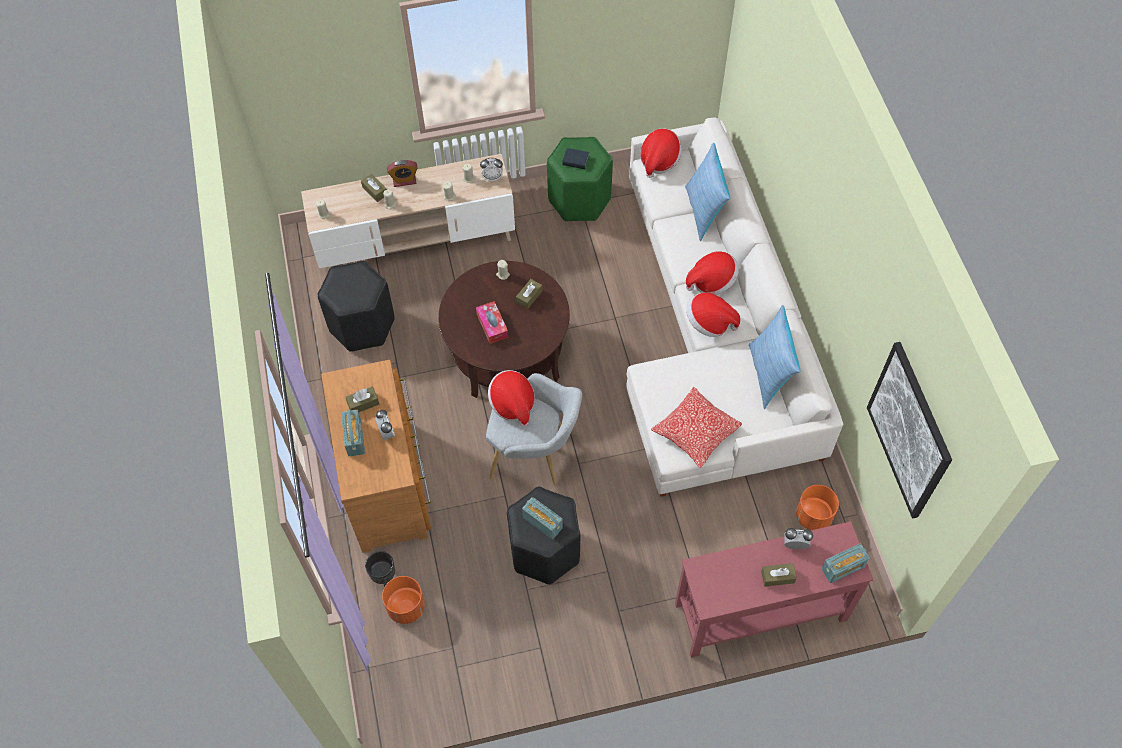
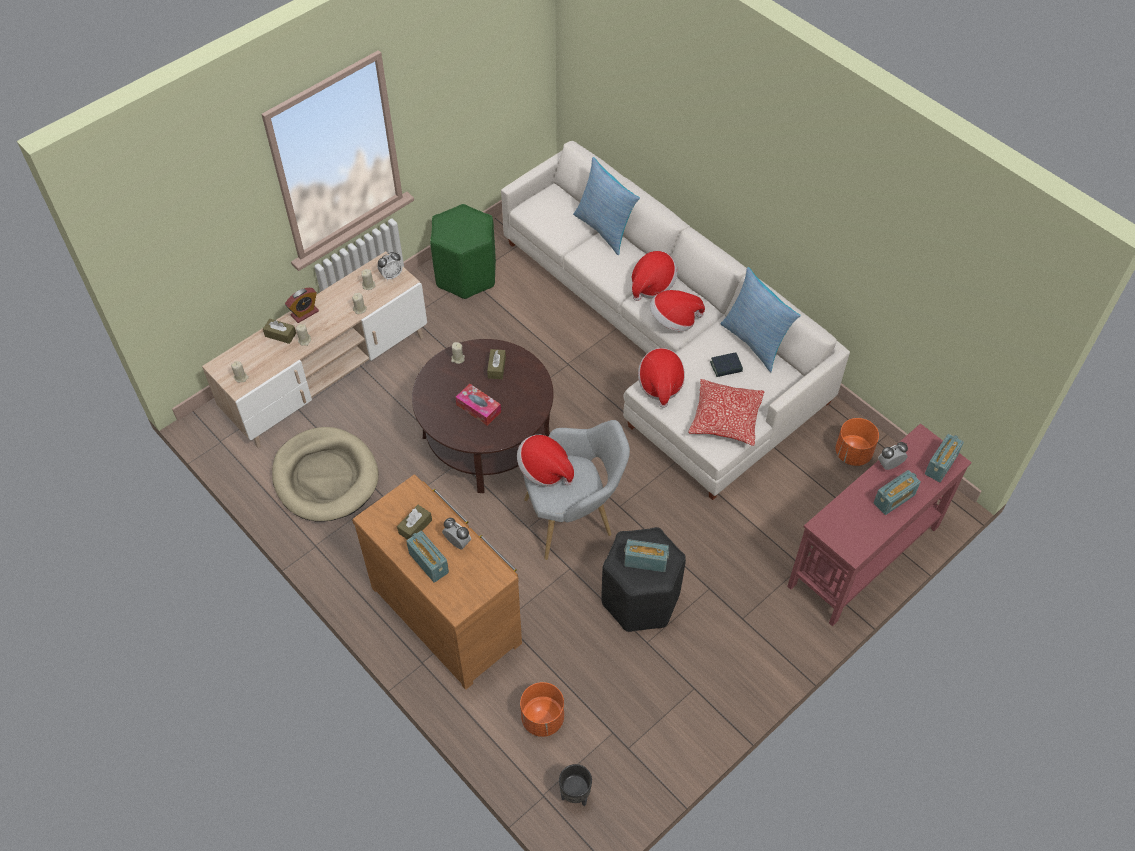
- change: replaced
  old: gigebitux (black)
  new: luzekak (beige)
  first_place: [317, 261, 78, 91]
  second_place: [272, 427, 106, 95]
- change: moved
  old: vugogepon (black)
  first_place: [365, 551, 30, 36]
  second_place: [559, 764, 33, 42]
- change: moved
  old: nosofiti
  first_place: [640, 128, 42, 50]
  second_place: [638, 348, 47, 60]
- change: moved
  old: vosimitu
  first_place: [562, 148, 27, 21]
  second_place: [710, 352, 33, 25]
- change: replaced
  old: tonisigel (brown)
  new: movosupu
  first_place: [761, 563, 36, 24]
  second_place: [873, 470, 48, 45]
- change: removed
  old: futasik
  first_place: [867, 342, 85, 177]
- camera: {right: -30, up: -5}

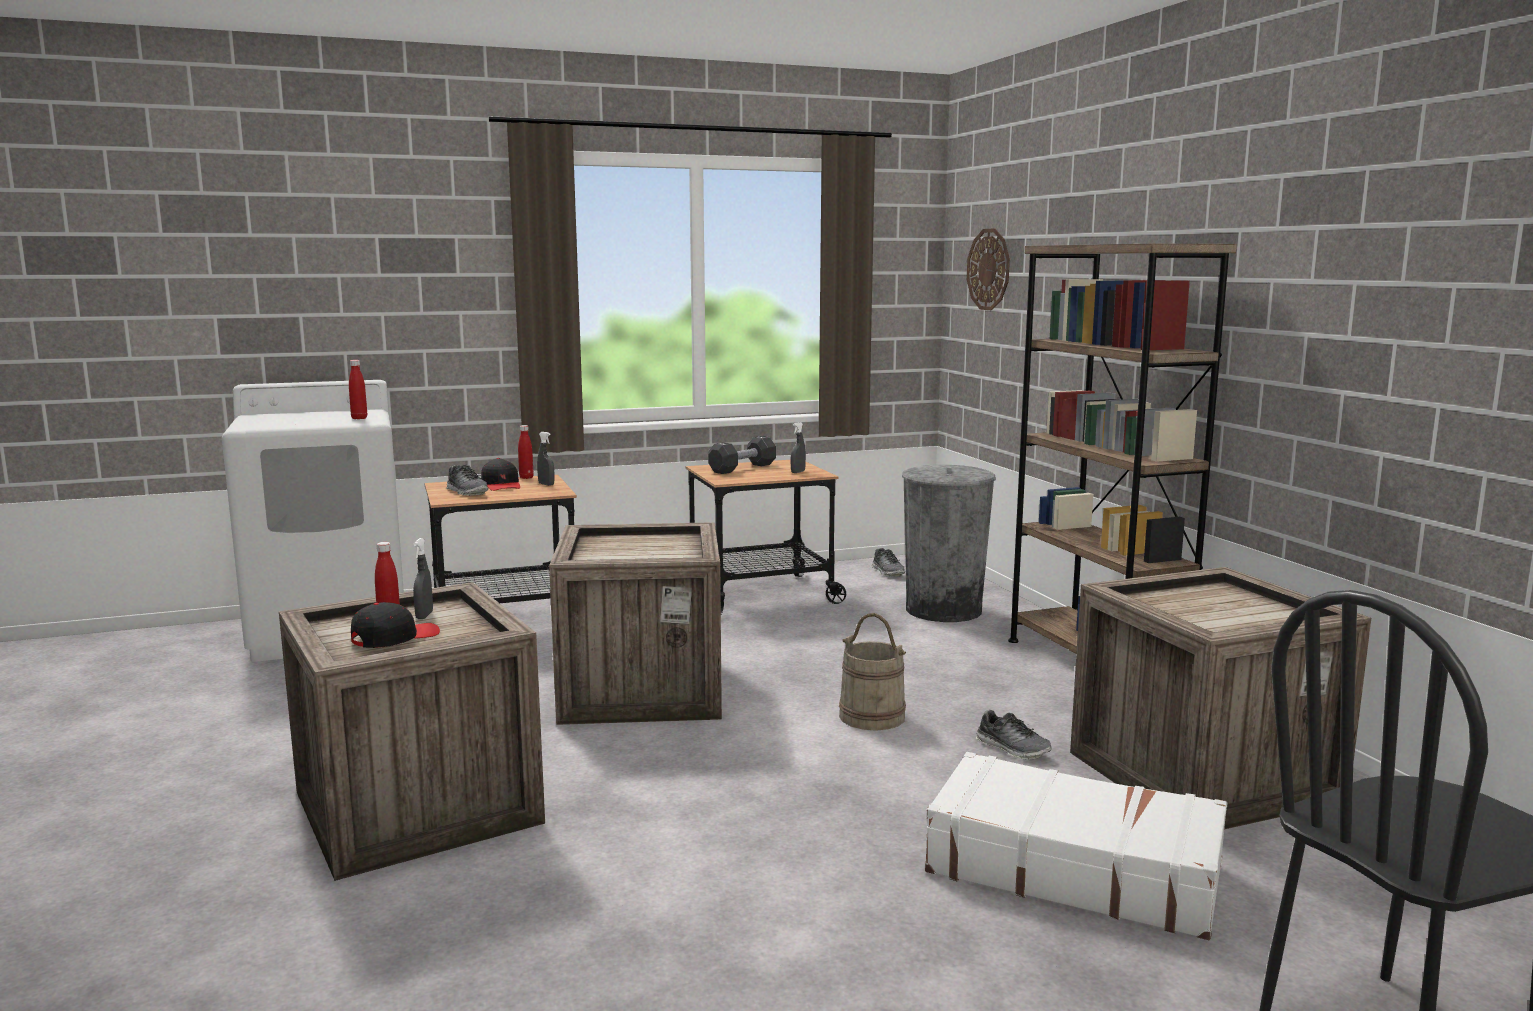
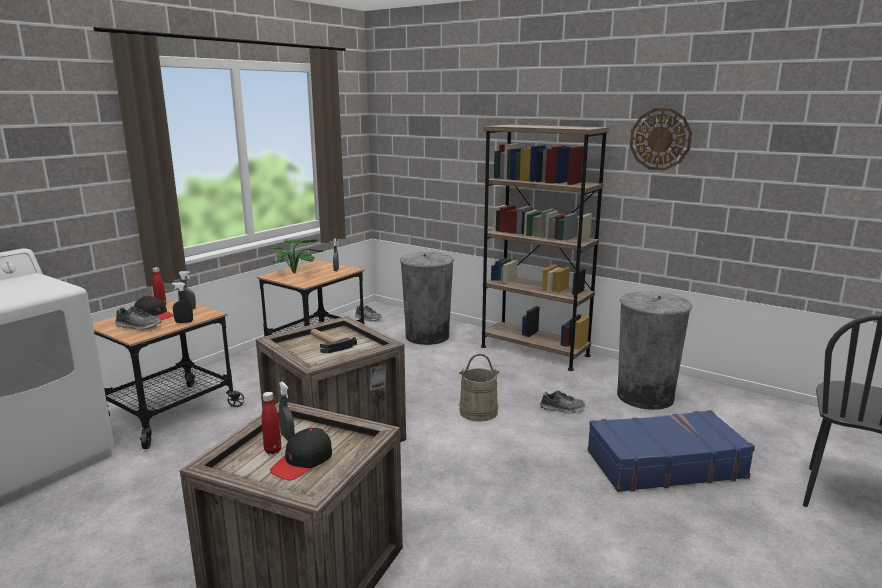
- change: added
  new: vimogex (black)
  second_place: [172, 282, 21, 41]
- change: replaced
  old: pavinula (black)
  new: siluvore
  first_place: [708, 436, 68, 38]
  second_place: [269, 239, 55, 34]
- change: turned
  old: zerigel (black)
  first_place: [351, 602, 89, 46]
  second_place: [270, 428, 62, 52]
  degrees: -150
- change: added
  new: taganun
  second_place: [310, 329, 47, 24]
- change: recoloured
  old: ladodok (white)
  new: ladodok (blue)
  first_place: [925, 752, 302, 188]
  second_place: [587, 410, 168, 82]
- change: replaced
  old: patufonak
  new: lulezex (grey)
  first_place: [1070, 567, 301, 262]
  second_place: [617, 291, 75, 119]
- change: moved
  old: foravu
  first_place: [967, 228, 43, 82]
  second_place: [630, 108, 62, 63]
- change: removed
  old: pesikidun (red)
  first_place: [349, 360, 18, 59]
- camera: {right: -35, up: 5}

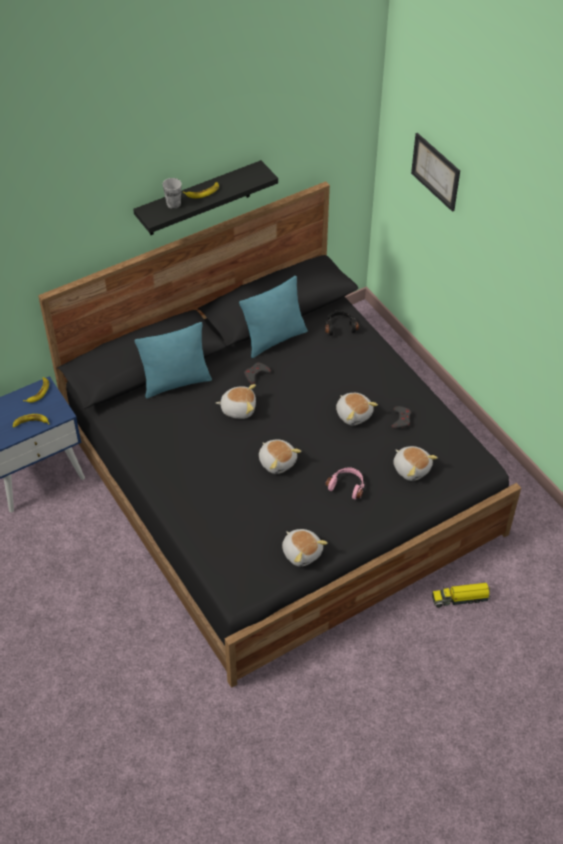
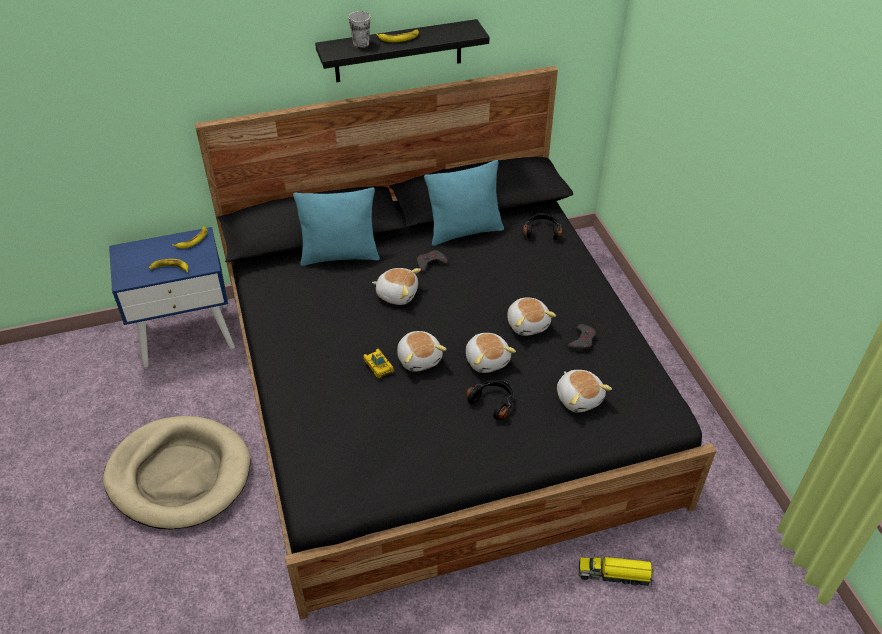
- change: added
  new: luzekak (beige)
  second_place: [103, 416, 147, 114]
- change: added
  new: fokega
  second_place: [363, 349, 31, 30]
- change: moved
  old: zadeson
  first_place: [282, 529, 46, 38]
  second_place: [466, 333, 50, 40]
- change: recoloured
  old: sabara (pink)
  new: sabara (black)
  first_place: [325, 467, 39, 33]
  second_place: [466, 380, 47, 40]
- change: removed
  old: futasik
  first_place: [411, 133, 49, 79]
- camera: {right: 15, up: -5}

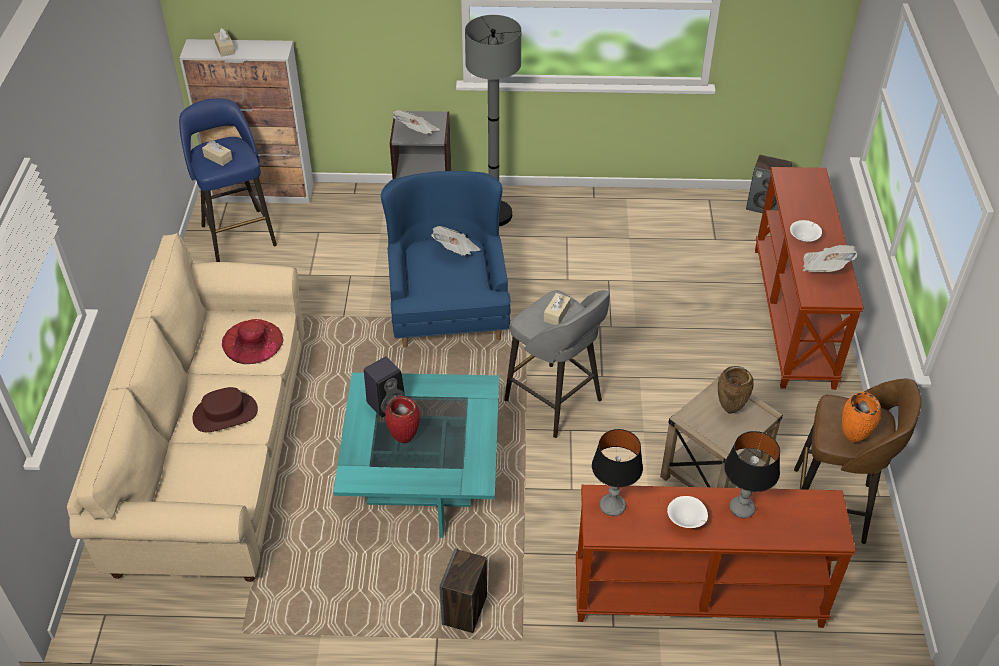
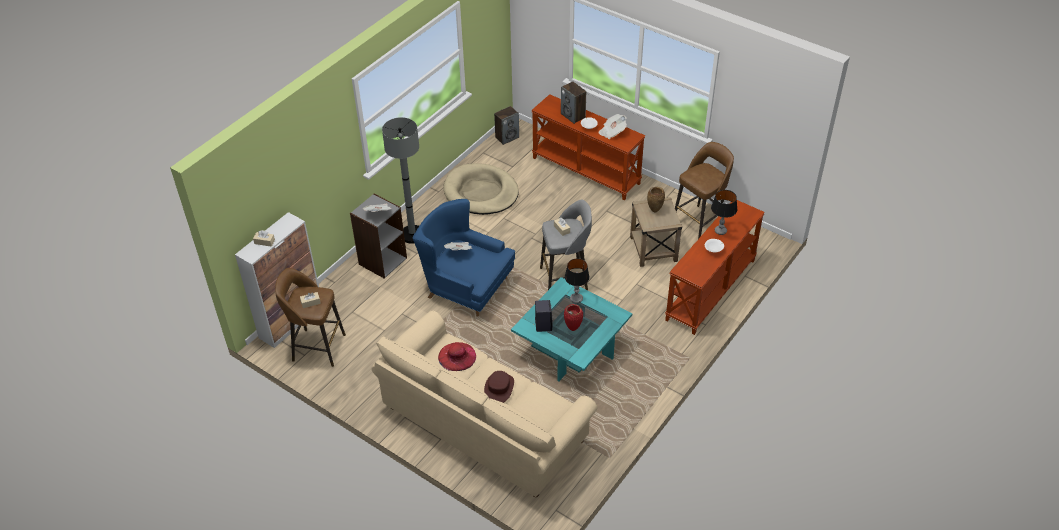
- change: recoloured
  old: gigebitux (blue)
  new: gigebitux (brown)
  first_place: [179, 98, 98, 164]
  second_place: [275, 268, 71, 99]
- change: added
  new: luzekak (beige)
  second_place: [443, 163, 76, 52]
- change: moved
  old: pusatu
  first_place: [439, 548, 48, 85]
  second_place: [561, 81, 25, 43]
- change: moved
  old: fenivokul
  first_place: [592, 429, 51, 87]
  second_place: [565, 259, 24, 44]
- change: removed
  old: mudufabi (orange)
  first_place: [842, 392, 39, 51]
- camera: {right: -55, up: 0}

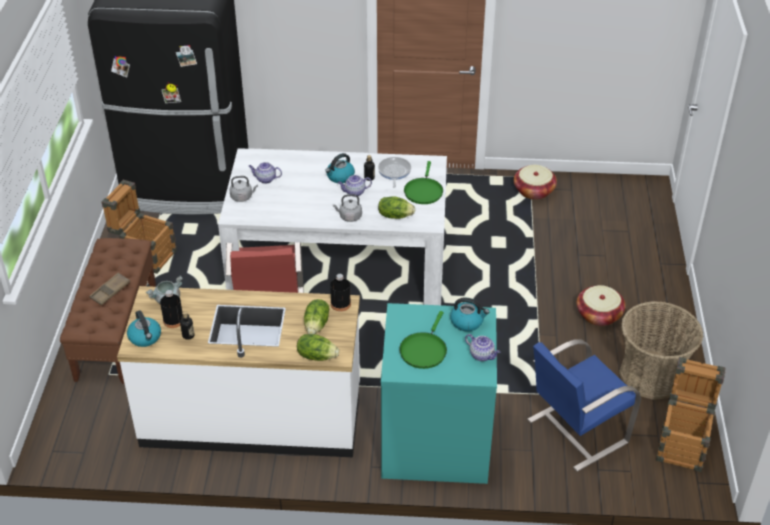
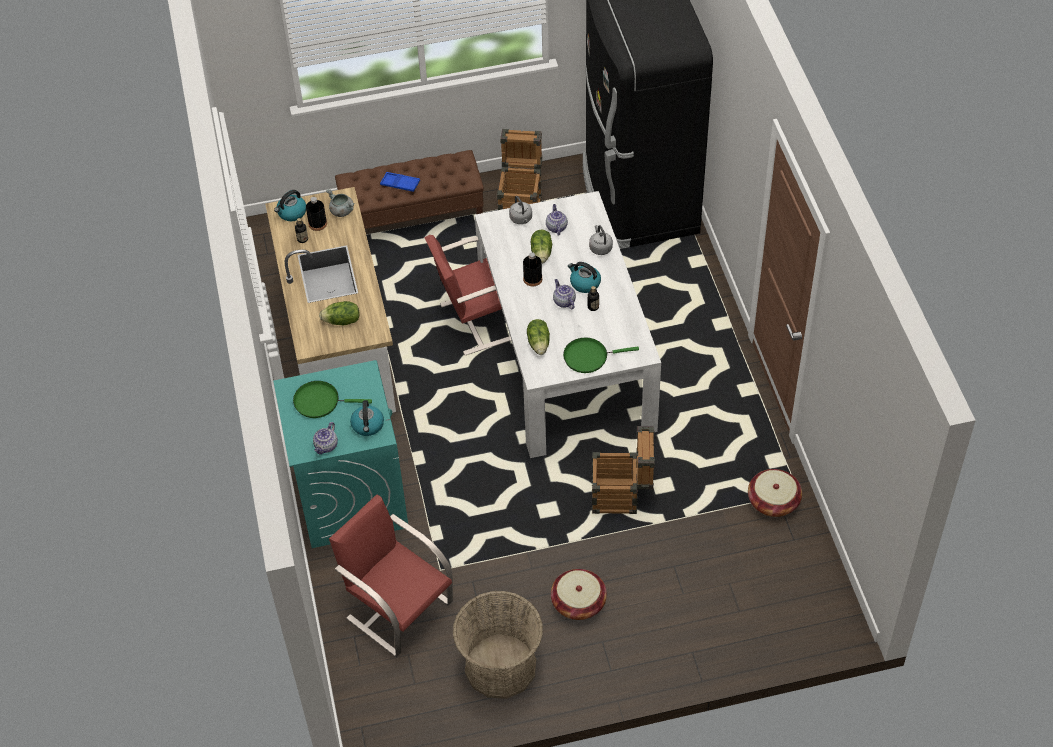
- change: recoloured
  old: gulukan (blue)
  new: gulukan (red)
  first_place: [527, 339, 114, 133]
  second_place: [329, 494, 124, 163]
- change: recoloured
  old: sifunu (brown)
  new: sifunu (blue)
  first_place: [89, 273, 41, 32]
  second_place: [380, 172, 40, 20]
- change: moved
  old: pesikidun (black)
  first_place: [330, 274, 21, 37]
  second_place: [523, 252, 19, 34]
- change: moved
  old: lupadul
  first_place: [297, 334, 42, 27]
  second_place: [531, 230, 21, 34]
- change: moved
  old: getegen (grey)
  first_place: [333, 194, 29, 28]
  second_place: [589, 225, 24, 30]
- change: moved
  old: patufonak
  first_place: [656, 357, 69, 115]
  second_place: [592, 426, 63, 88]
- change: removed
  old: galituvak
  first_place: [378, 157, 33, 31]
- camera: {right: 75, up: 10}

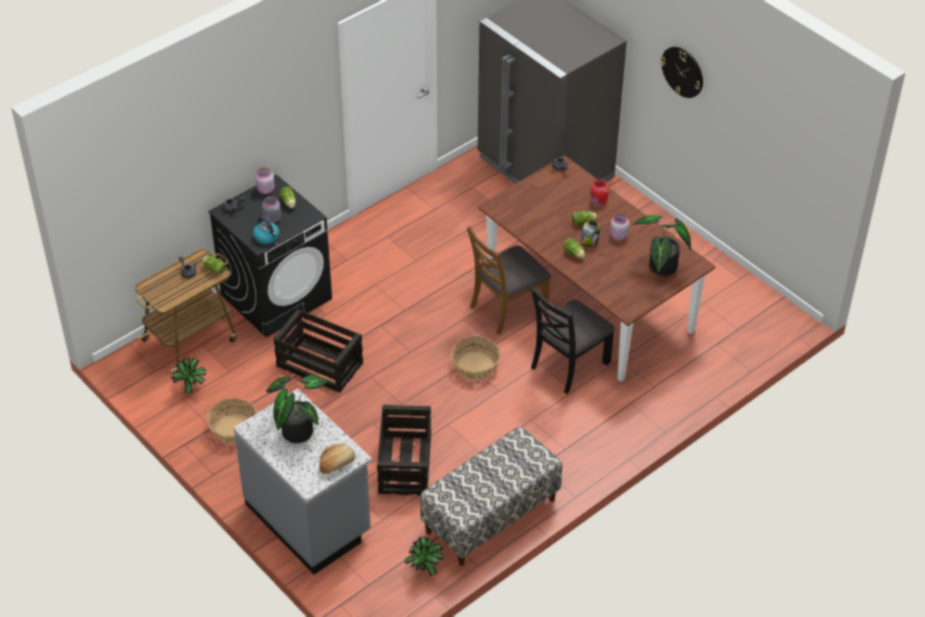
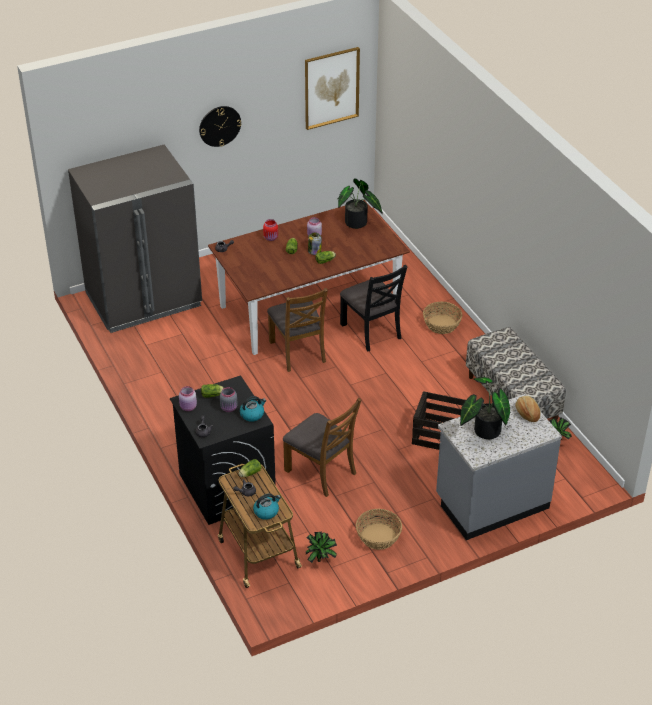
- change: added
  new: getegen
  second_place: [253, 494, 28, 26]
- change: replaced
  old: patufonak
  new: gulukan (brown)
  first_place: [273, 309, 90, 84]
  second_place: [283, 398, 78, 99]
- change: added
  new: futasik
  second_place: [305, 47, 55, 83]
- change: moved
  old: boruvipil
  first_place: [451, 336, 49, 43]
  second_place: [423, 302, 39, 32]
- camera: {right: -75, up: -5}

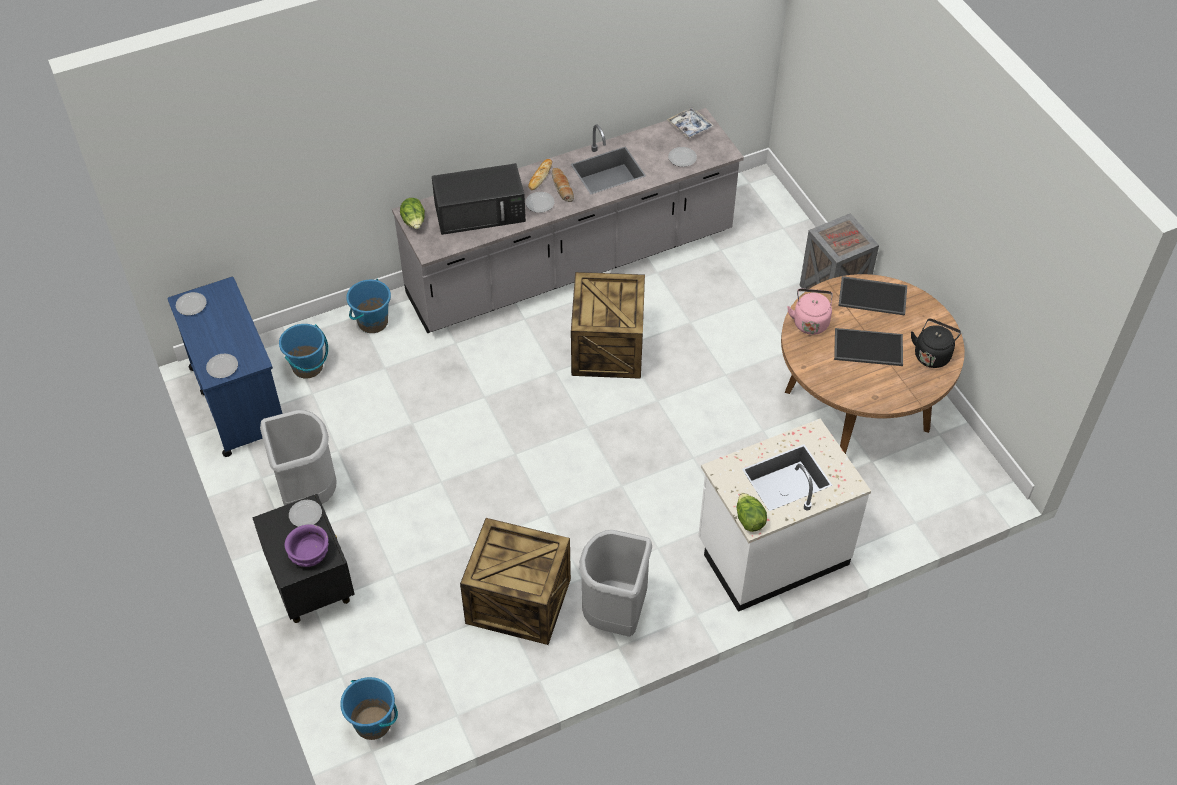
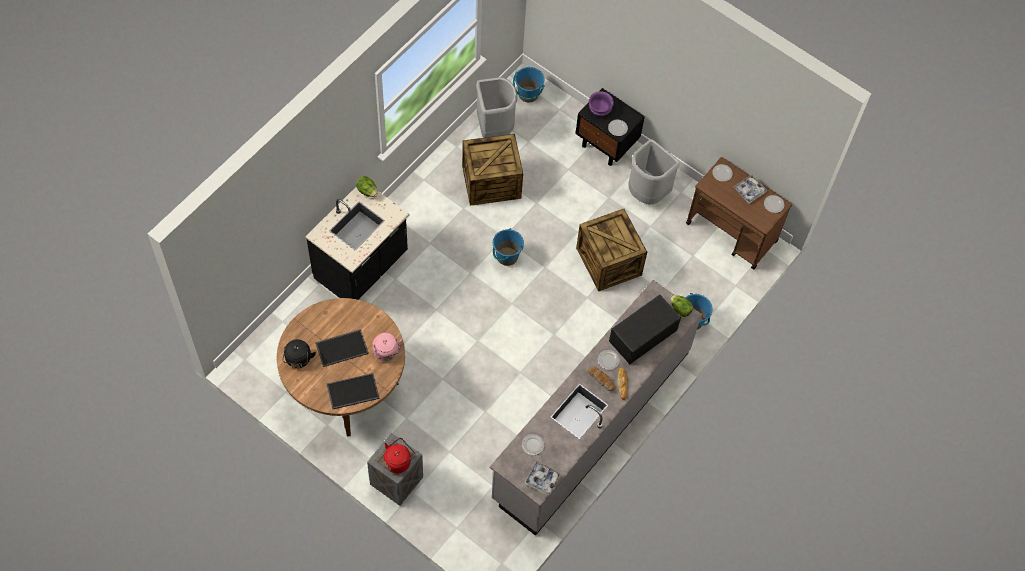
- change: recoloured
  old: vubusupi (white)
  new: vubusupi (black)
  first_place: [698, 419, 173, 193]
  second_place: [305, 186, 104, 114]
- change: added
  new: getegen (red)
  second_place: [384, 438, 32, 35]
- change: moved
  old: lulezex (grey)
  first_place: [579, 530, 73, 107]
  second_place: [476, 77, 42, 61]
- change: moved
  old: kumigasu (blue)
  first_place: [279, 324, 49, 55]
  second_place: [493, 228, 31, 38]
- change: moved
  old: patufonak
  first_place: [571, 272, 74, 107]
  second_place: [576, 209, 71, 82]
- change: recoloured
  old: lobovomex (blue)
  new: lobovomex (brown)
  first_place: [167, 277, 115, 180]
  second_place: [686, 157, 106, 113]
- change: added
  new: sifunu
  second_place: [734, 174, 34, 29]
- camera: {right: 150, up: 10}

